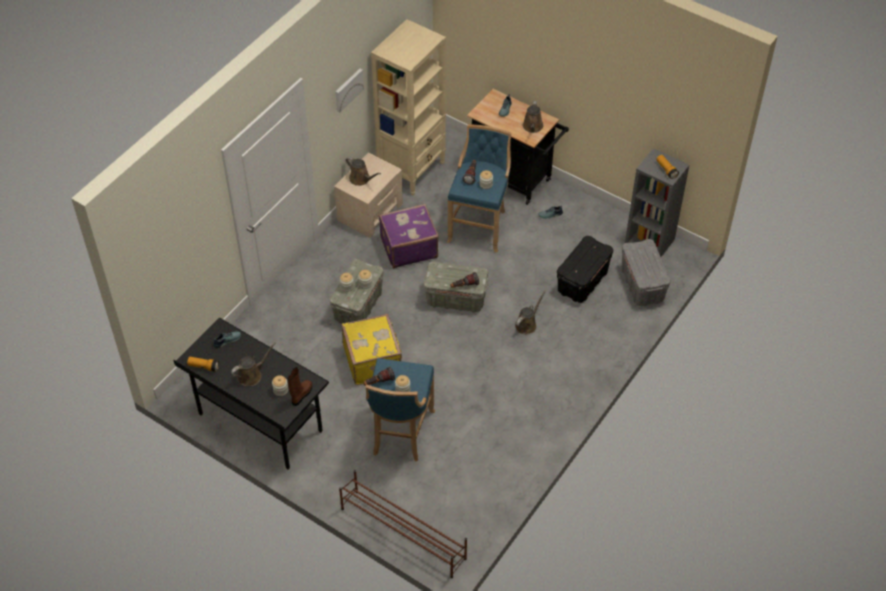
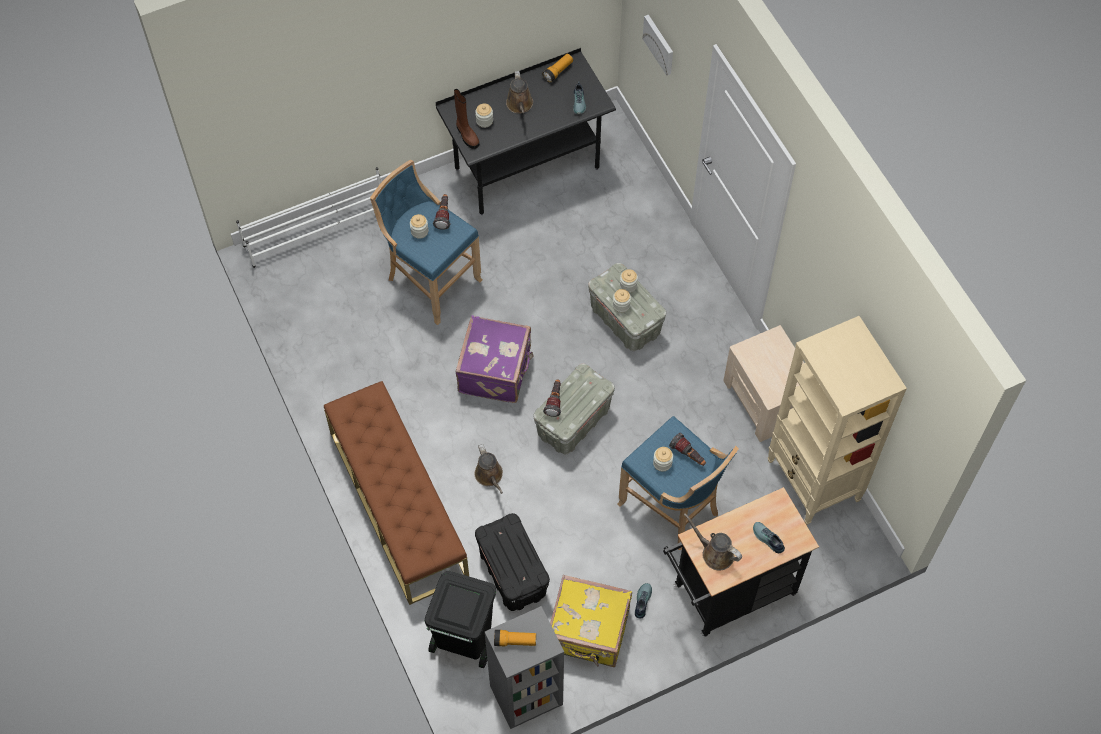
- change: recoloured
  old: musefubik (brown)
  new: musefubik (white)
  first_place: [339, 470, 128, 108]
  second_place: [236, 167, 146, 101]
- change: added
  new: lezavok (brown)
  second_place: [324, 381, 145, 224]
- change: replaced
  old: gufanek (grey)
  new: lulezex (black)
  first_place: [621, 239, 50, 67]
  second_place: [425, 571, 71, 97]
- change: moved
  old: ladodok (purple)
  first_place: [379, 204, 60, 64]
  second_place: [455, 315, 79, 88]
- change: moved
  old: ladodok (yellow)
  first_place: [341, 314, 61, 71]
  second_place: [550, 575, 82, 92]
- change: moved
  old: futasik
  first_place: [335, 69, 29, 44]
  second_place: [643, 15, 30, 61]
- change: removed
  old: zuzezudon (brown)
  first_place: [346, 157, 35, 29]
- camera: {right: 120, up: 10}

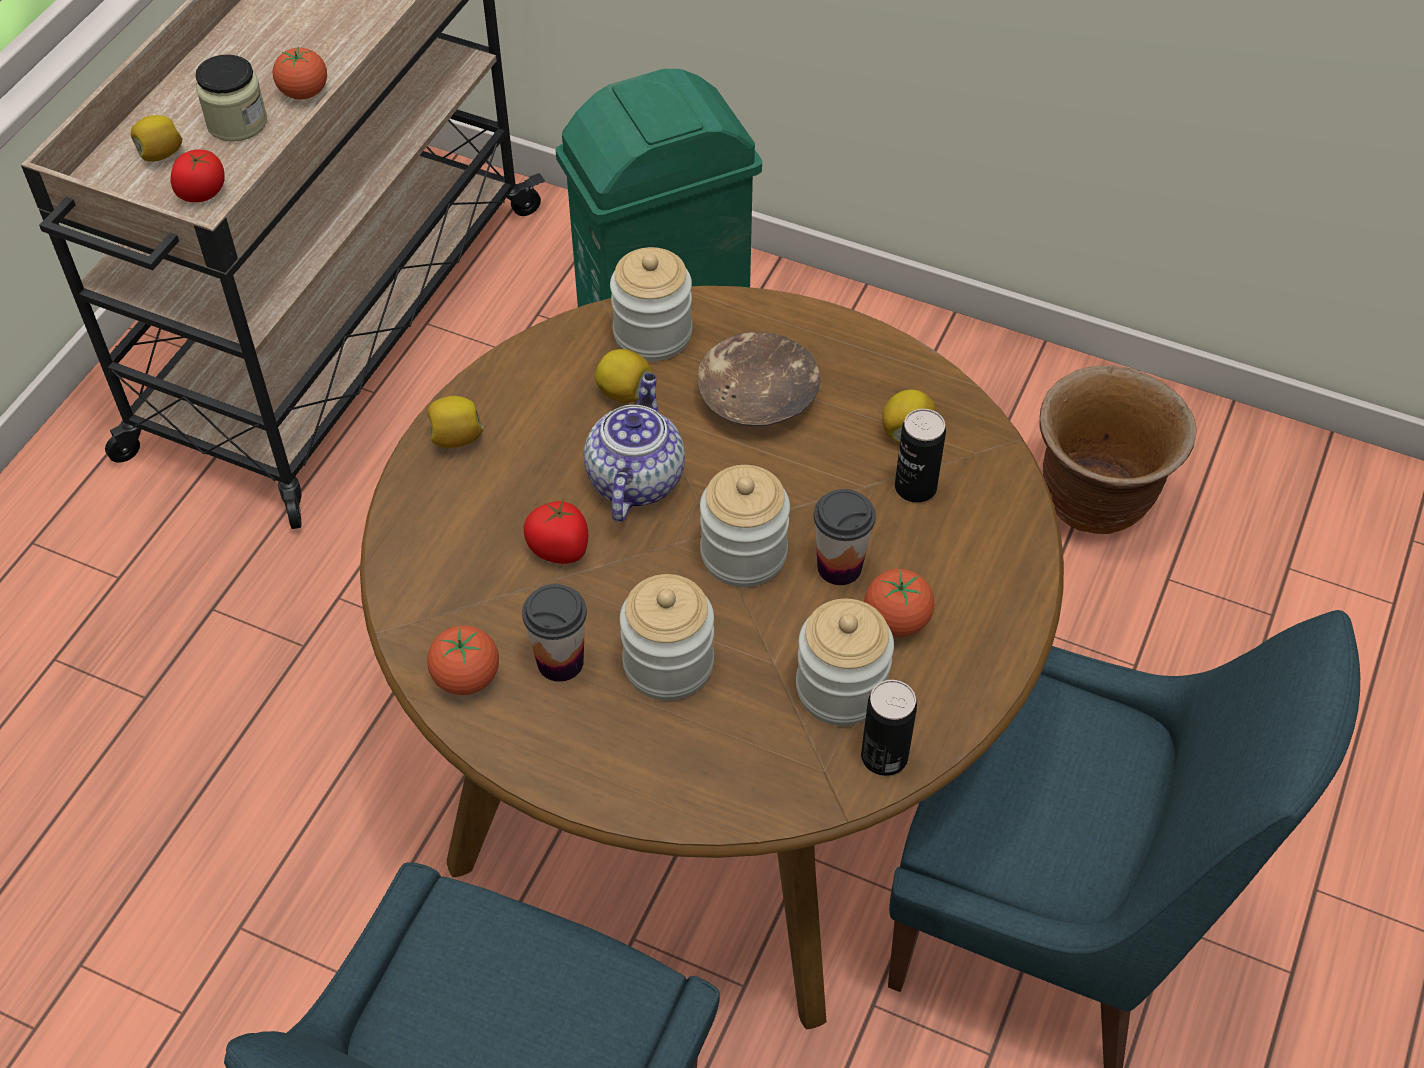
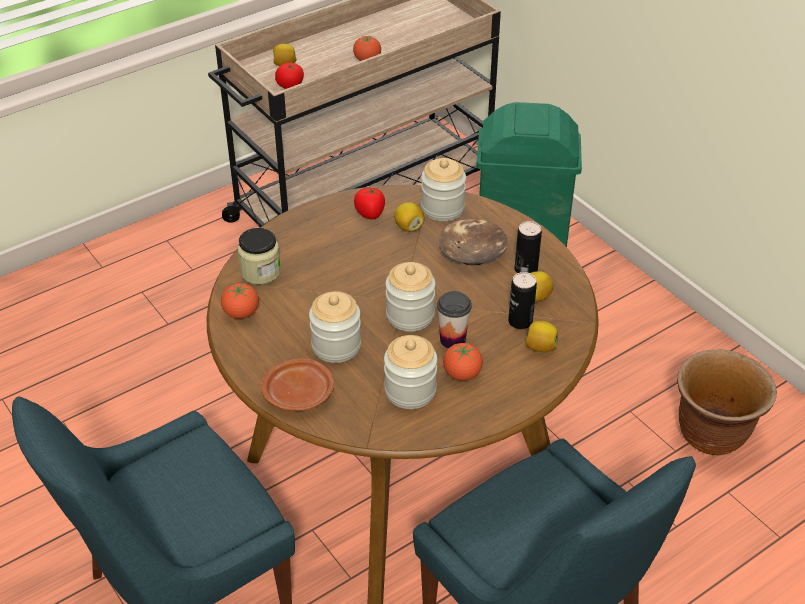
- change: moved
  old: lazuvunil
  first_place: [195, 54, 72, 88]
  second_place: [238, 228, 43, 57]
- change: added
  new: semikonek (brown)
  second_place: [261, 358, 73, 53]
- change: moved
  old: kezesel
  first_place: [524, 498, 64, 66]
  second_place: [354, 186, 31, 33]
- change: moved
  old: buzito
  first_place: [861, 680, 56, 96]
  second_place: [515, 221, 27, 52]
- change: moved
  old: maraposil
  first_place: [427, 396, 57, 52]
  second_place: [525, 321, 33, 31]
- change: removed
  old: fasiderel
  first_place: [522, 584, 65, 98]
- change: removed
  old: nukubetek
  first_place: [584, 373, 101, 149]
- camera: {right: 30, up: -10}

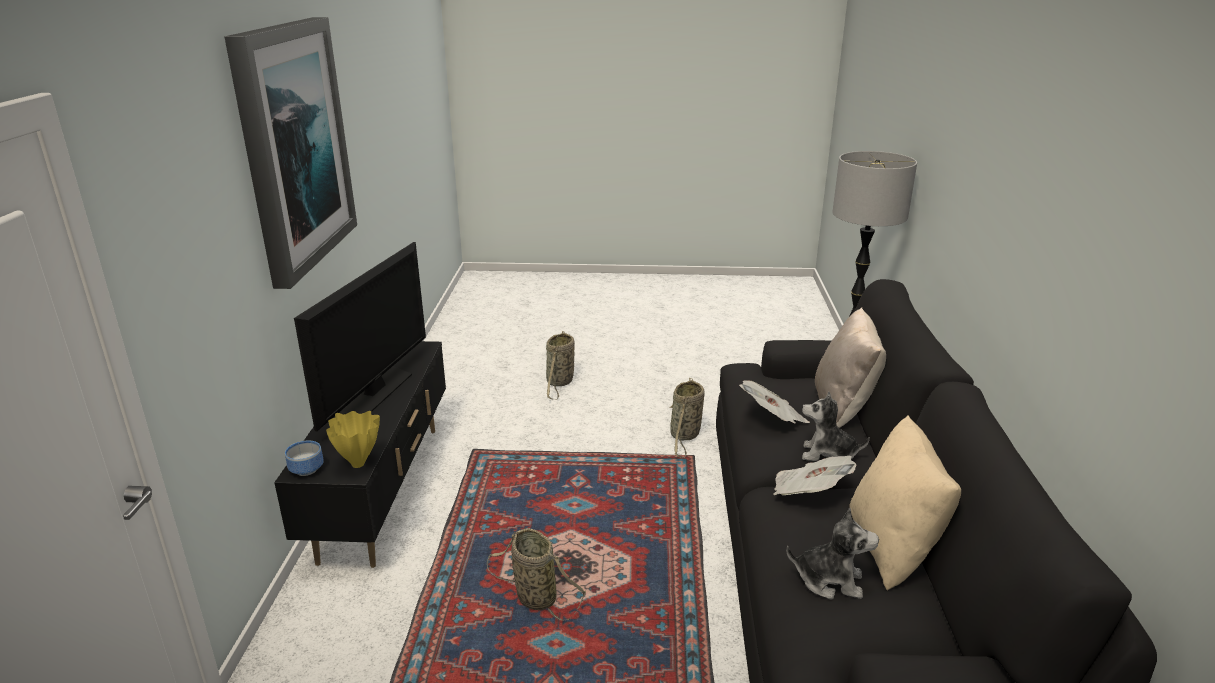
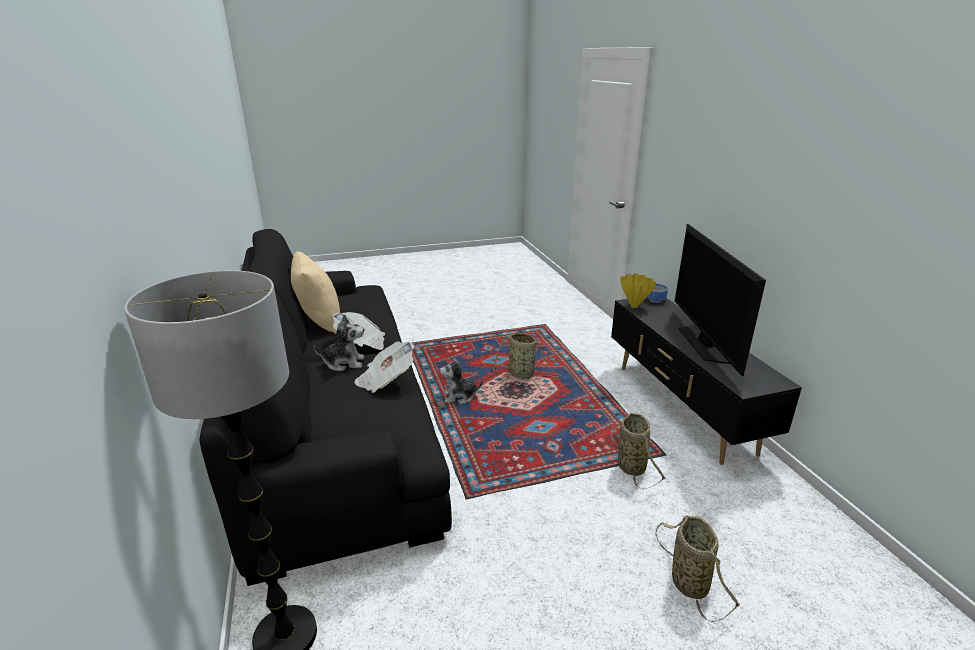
- change: moved
  old: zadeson
  first_place: [786, 508, 93, 92]
  second_place: [440, 357, 43, 47]
- change: moved
  old: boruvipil
  first_place: [669, 378, 35, 80]
  second_place: [611, 413, 55, 76]
- change: removed
  old: futasik
  first_place: [224, 17, 133, 272]
- change: removed
  old: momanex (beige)
  first_place: [815, 307, 71, 121]
- camera: {right: 160, up: 0}

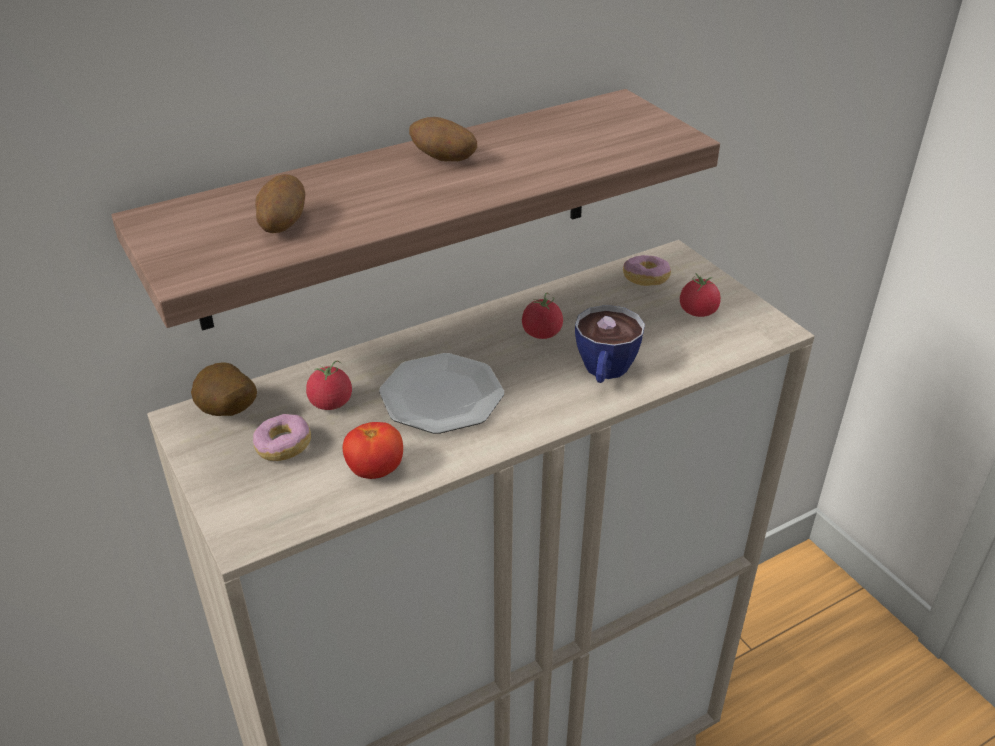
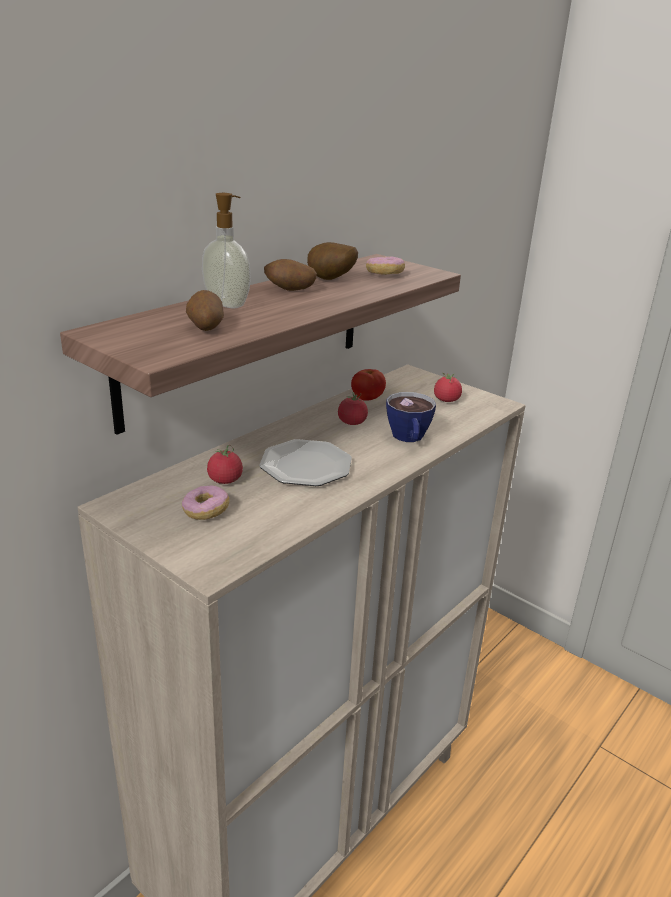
- change: added
  new: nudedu
  second_place: [202, 193, 49, 115]
- change: moved
  old: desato
  first_place: [191, 362, 66, 54]
  second_place: [307, 242, 51, 38]
- change: moved
  old: kezesel
  first_place: [343, 422, 60, 57]
  second_place: [351, 369, 35, 32]
- change: moved
  old: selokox
  first_place: [623, 255, 48, 31]
  second_place: [366, 257, 39, 18]
- camera: {right: -20, up: -10}

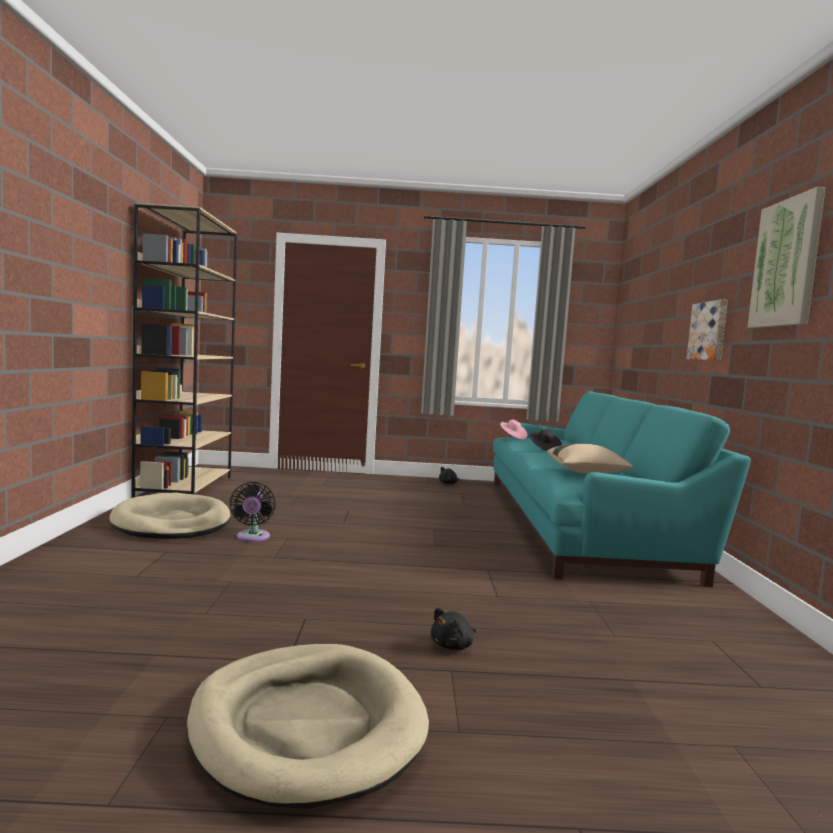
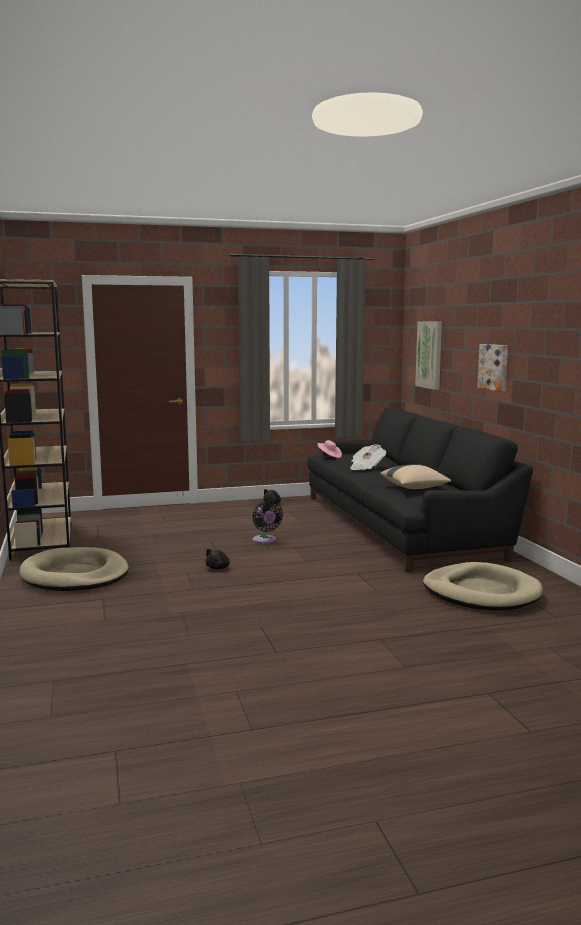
- change: moved
  old: zadeson (black)
  first_place: [431, 608, 45, 42]
  second_place: [205, 549, 25, 20]
- change: moved
  old: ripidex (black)
  first_place: [230, 482, 45, 60]
  second_place: [253, 500, 30, 44]
- change: recoloured
  old: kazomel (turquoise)
  new: kazomel (black)
  first_place: [493, 391, 258, 196]
  second_place: [307, 407, 226, 166]
- change: replaced
  old: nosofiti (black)
  new: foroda
  first_place: [530, 429, 32, 22]
  second_place: [350, 444, 36, 26]
- change: moved
  old: futasik
  first_place: [747, 187, 79, 141]
  second_place: [415, 321, 27, 69]
- change: moved
  old: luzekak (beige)
  first_place: [187, 644, 242, 165]
  second_place: [423, 562, 120, 49]
- camera: {right: -15, up: 5}

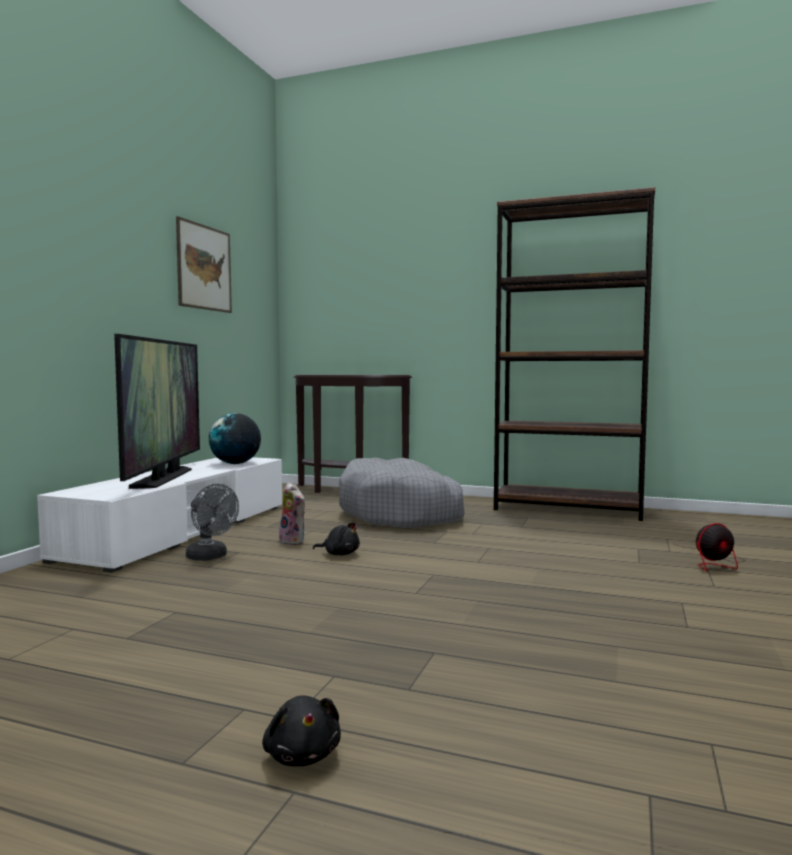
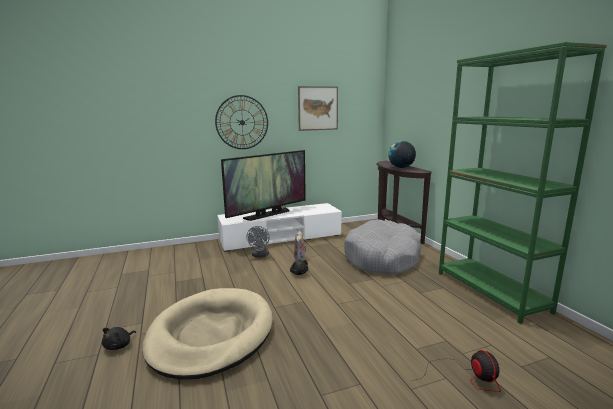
- change: added
  new: luzekak (beige)
  second_place: [142, 288, 131, 92]
- change: added
  new: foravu
  second_place: [215, 95, 53, 54]
- change: moved
  old: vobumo
  first_place: [209, 413, 52, 51]
  second_place: [388, 141, 28, 27]
- change: turned
  old: ripidex
  first_place: [673, 523, 71, 49]
  second_place: [411, 350, 90, 42]
  degrees: -135
- change: recoloured
  old: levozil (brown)
  new: levozil (green)
  first_place: [494, 187, 161, 334]
  second_place: [439, 42, 168, 282]
- camera: {right: 50, up: 10}

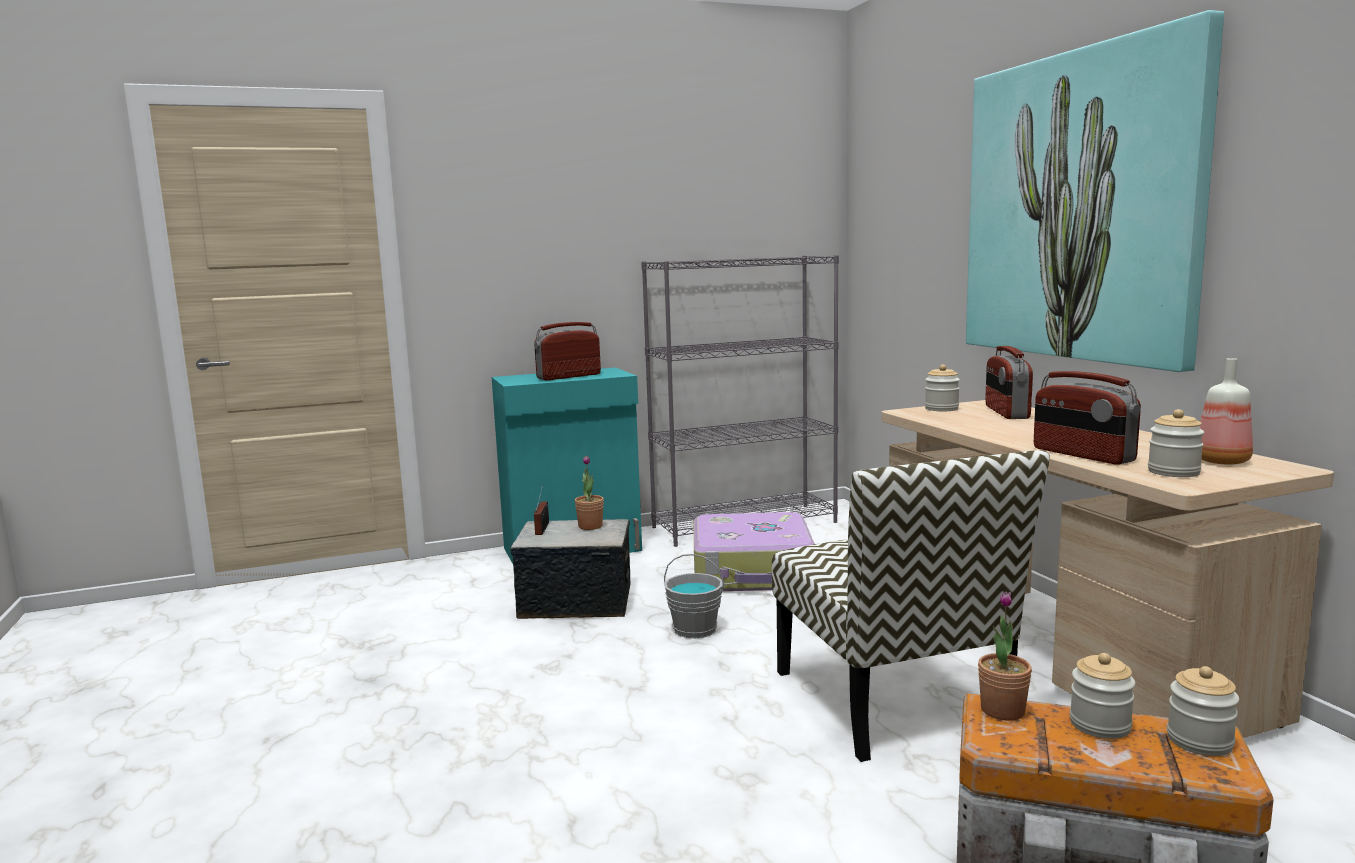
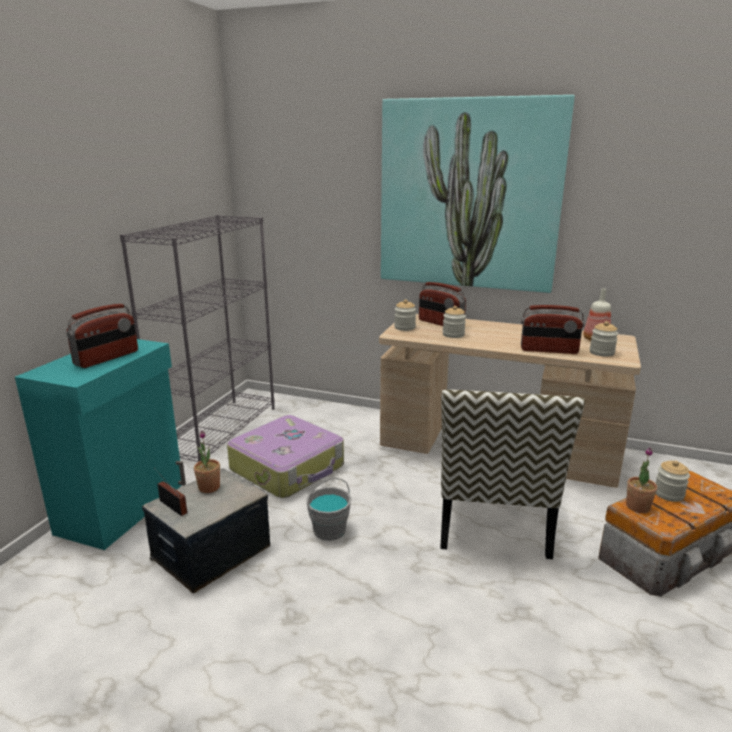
- change: turned
  old: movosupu
  first_place: [534, 322, 67, 59]
  second_place: [67, 304, 71, 64]
  degrees: -150
- change: turned
  old: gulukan
  first_place: [772, 450, 278, 312]
  second_place: [440, 389, 145, 170]
  degrees: 75
- change: moved
  old: lazuvunil
  first_place: [1167, 666, 72, 90]
  second_place: [443, 306, 23, 32]
- camera: {right: -50, up: 10}

